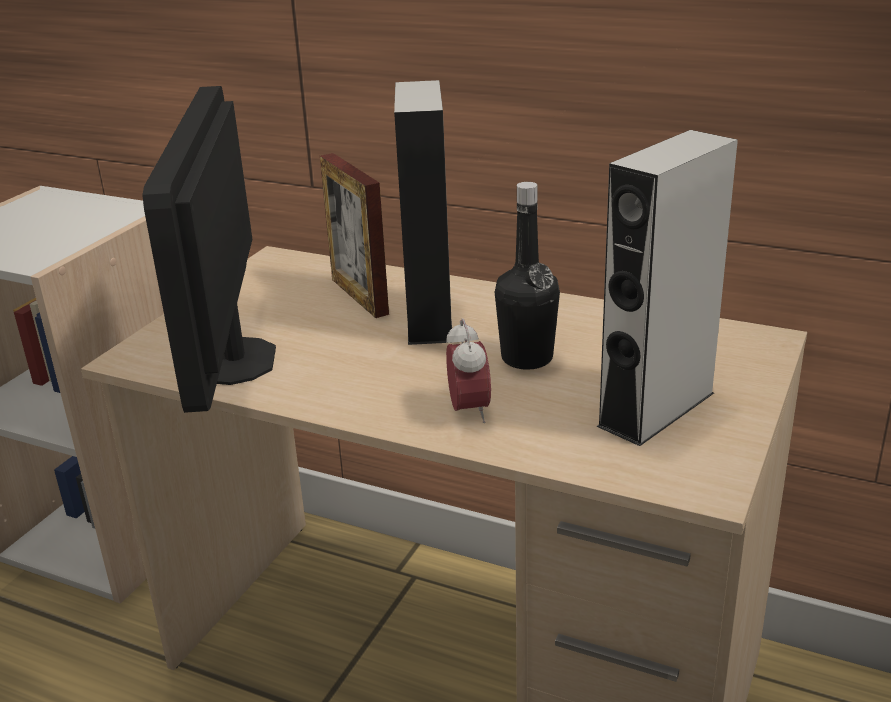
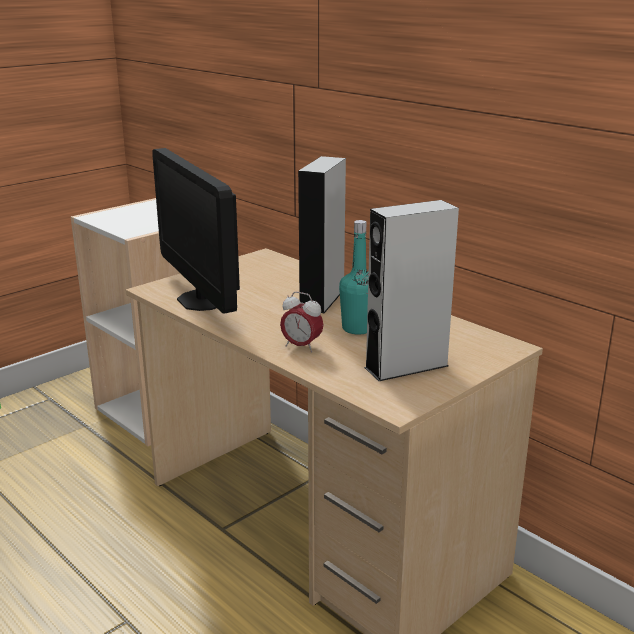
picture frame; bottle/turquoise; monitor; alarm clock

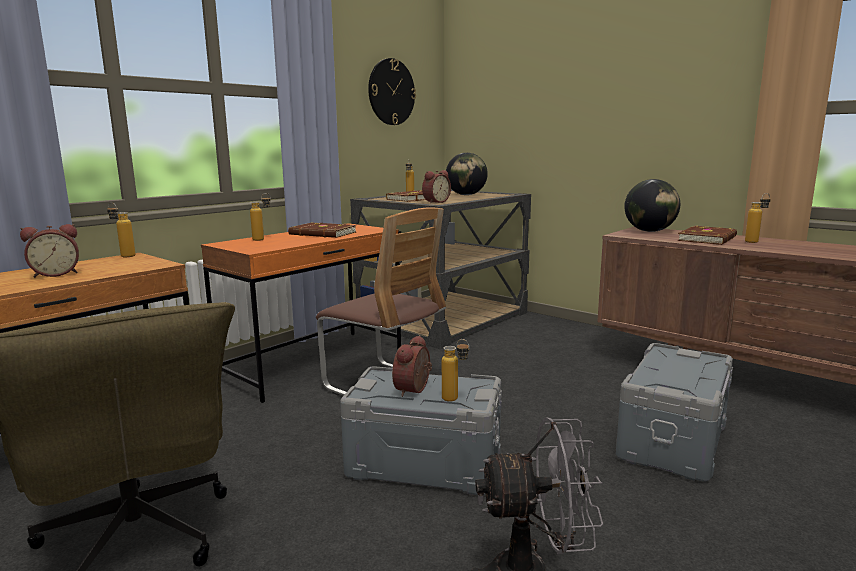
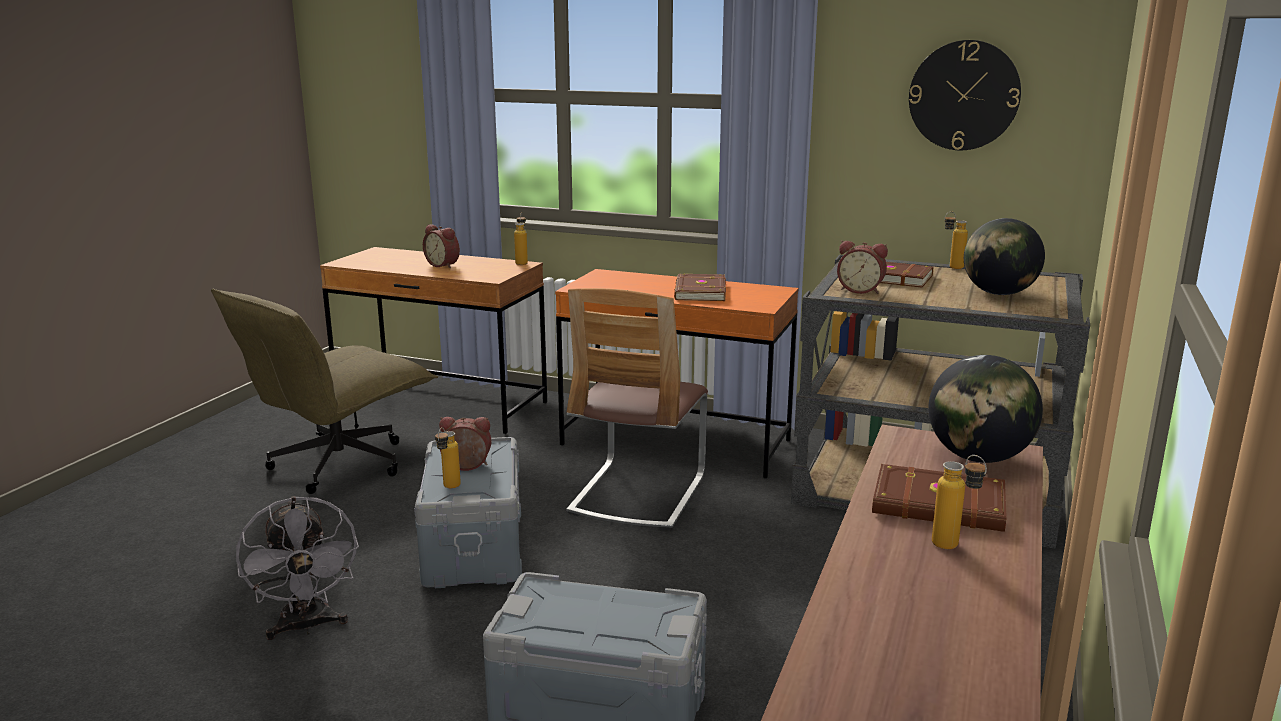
bottle (2nd from left in the first image)

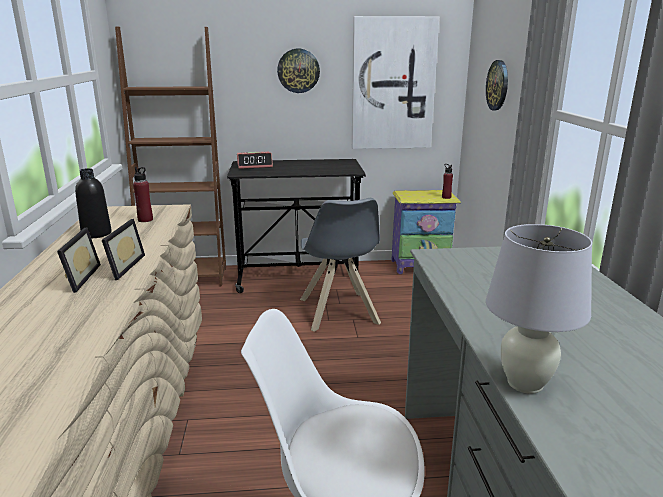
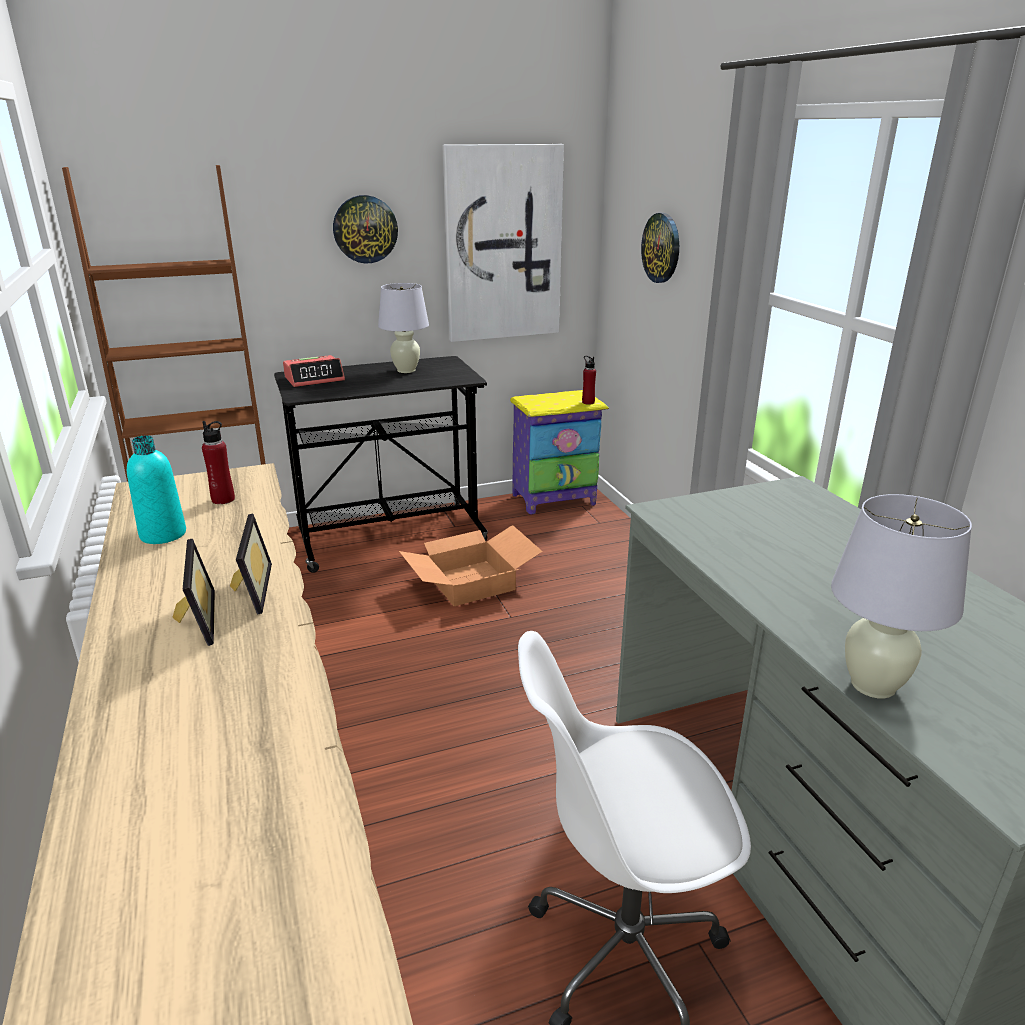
table lamp/white (1st from left); cardboard box; bottle/turquoise

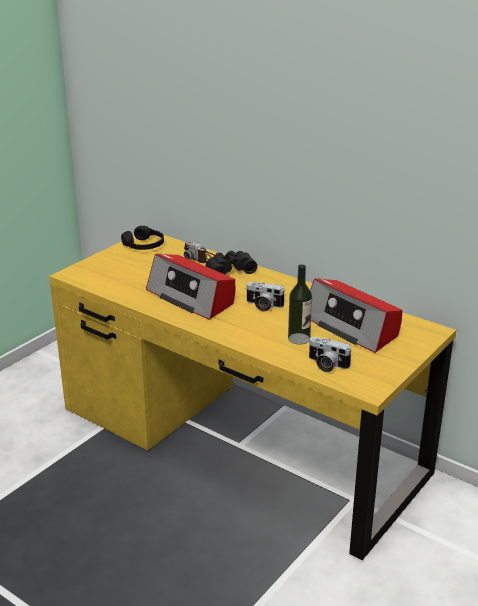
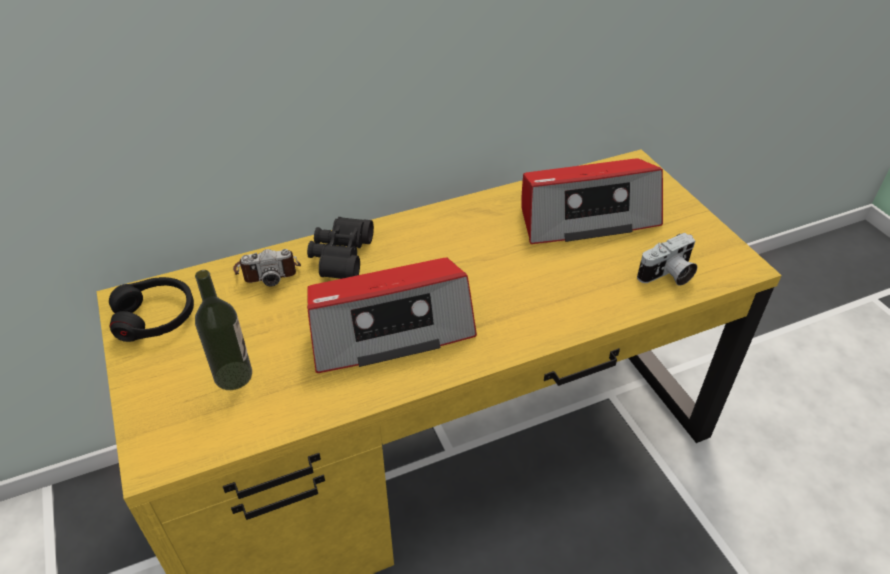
photo camera (2nd from left in the first image); bottle

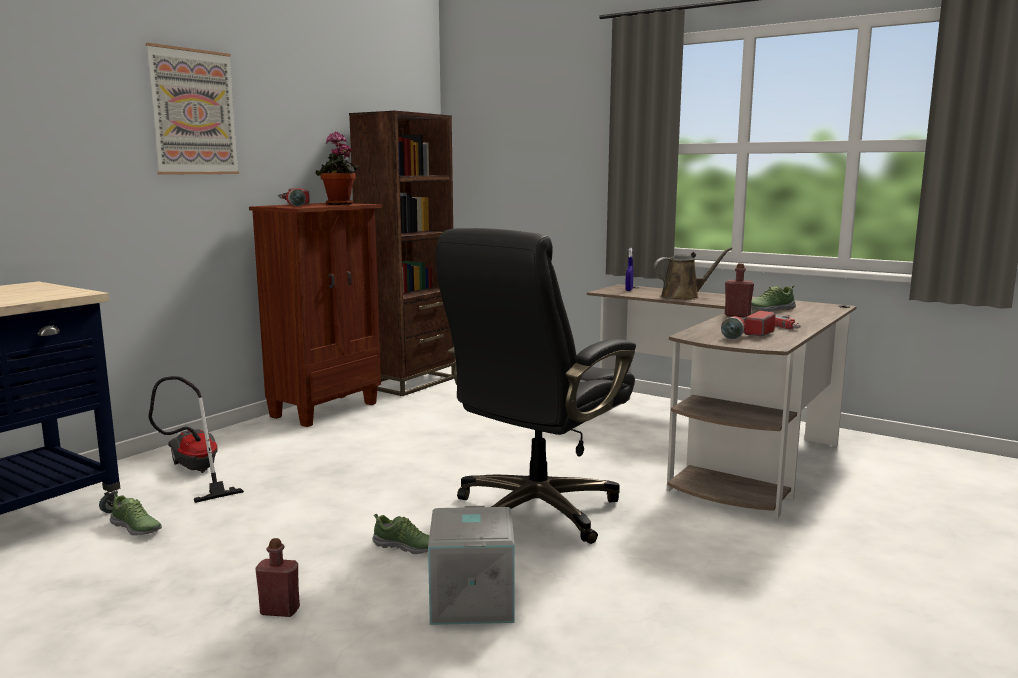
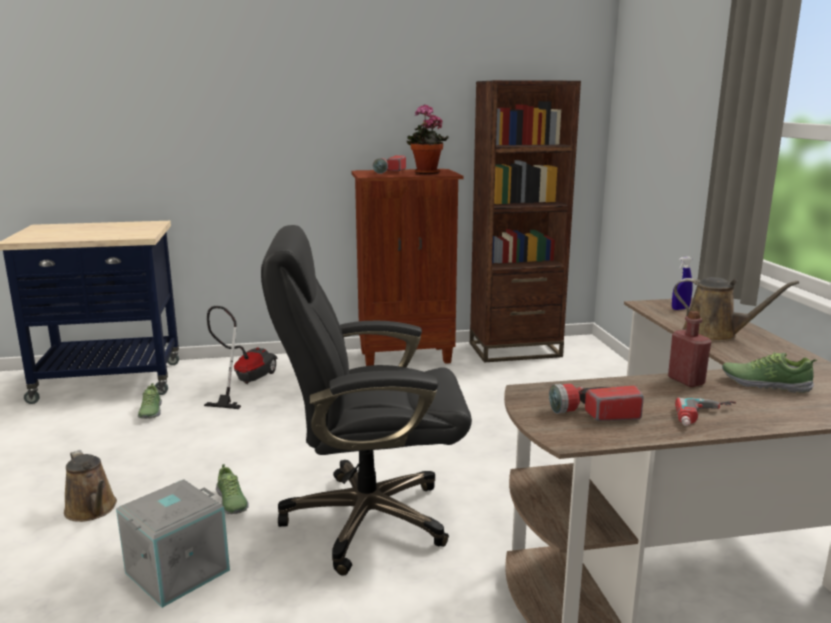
picture; watering can/brown (1st from left)

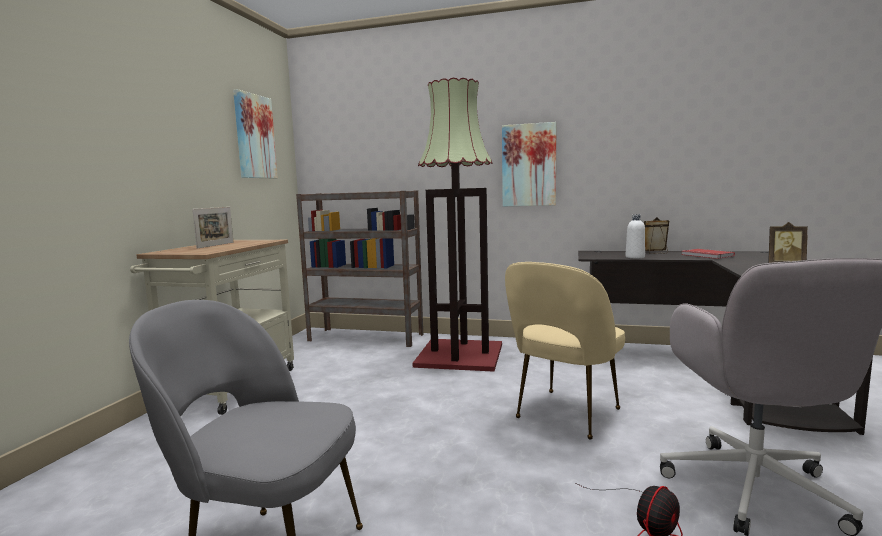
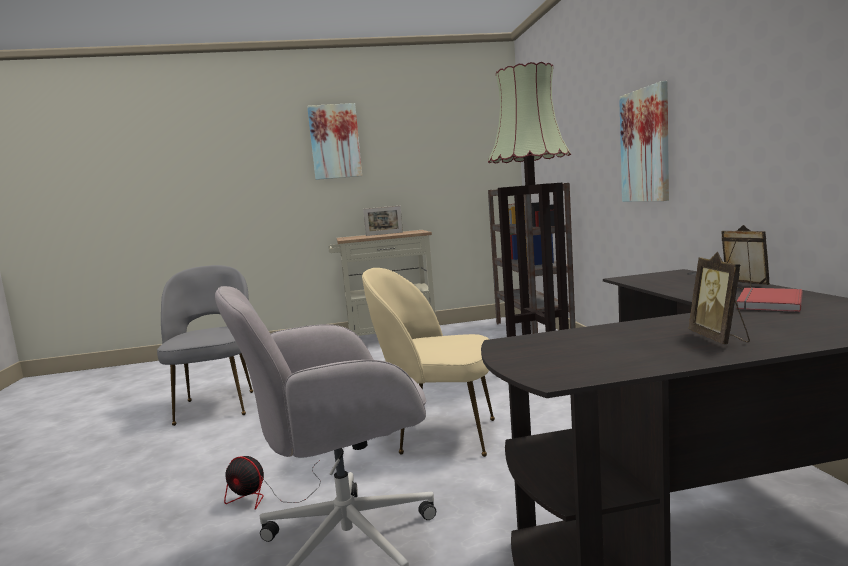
bottle/white; picture (1st from left)

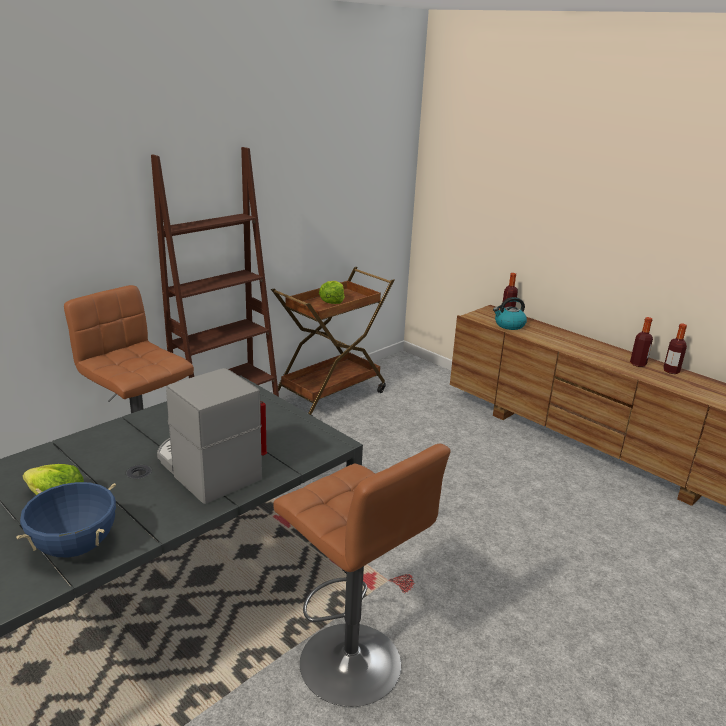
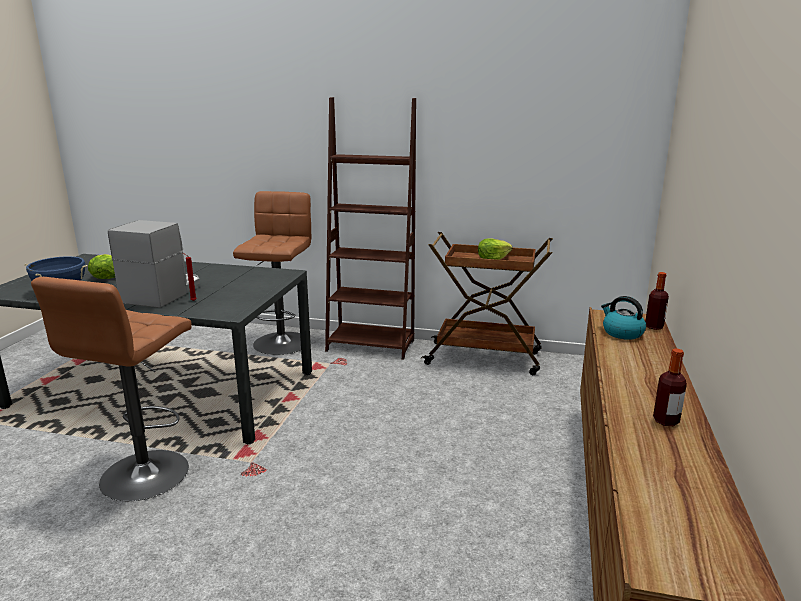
bottle (3rd from left in the first image)

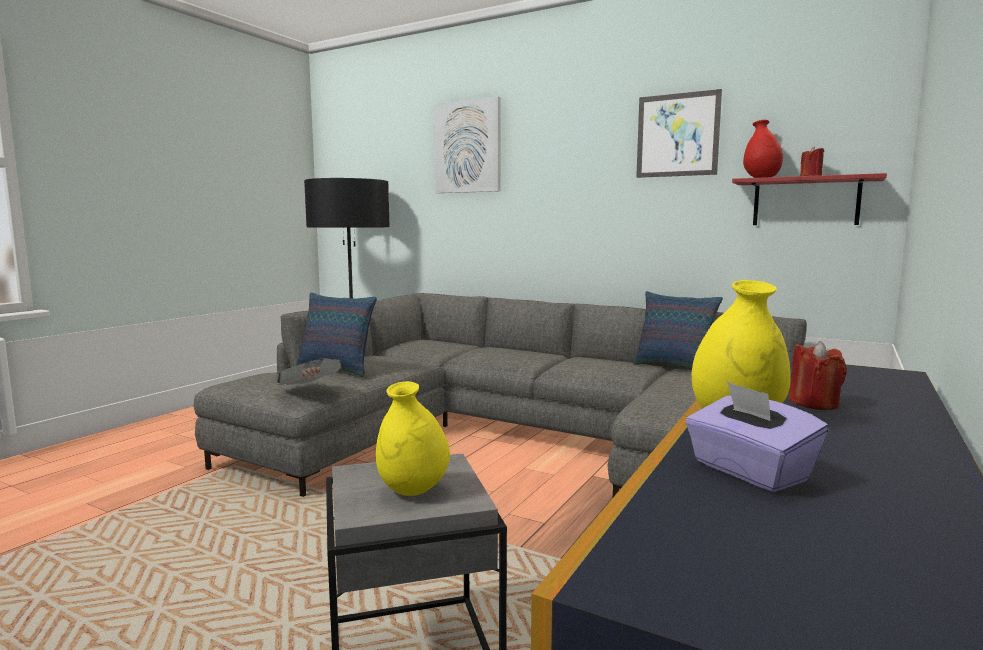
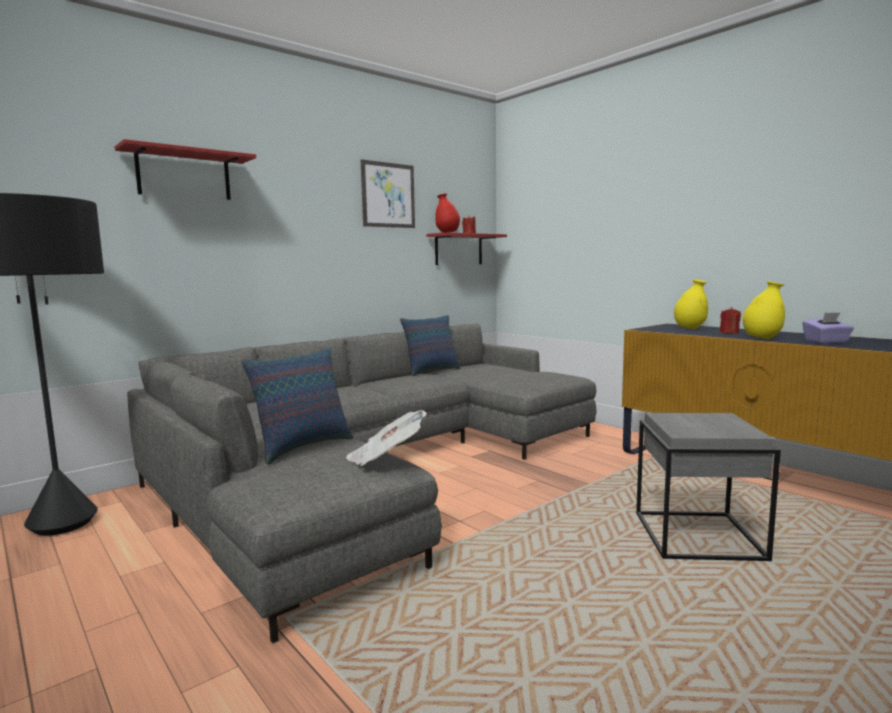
vase/yellow (1st from left); shelf/red (1st from left)

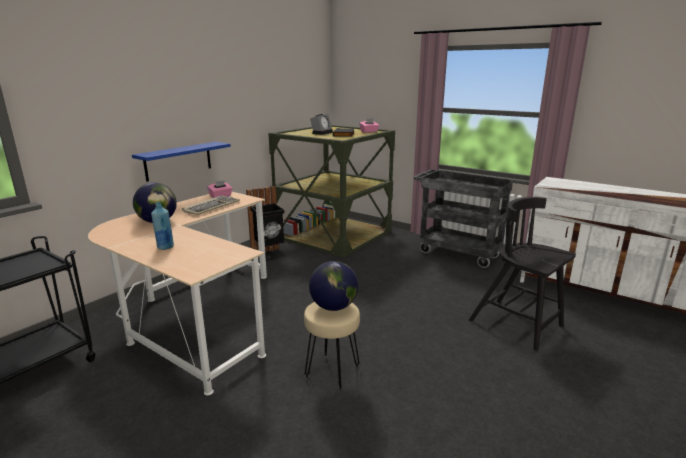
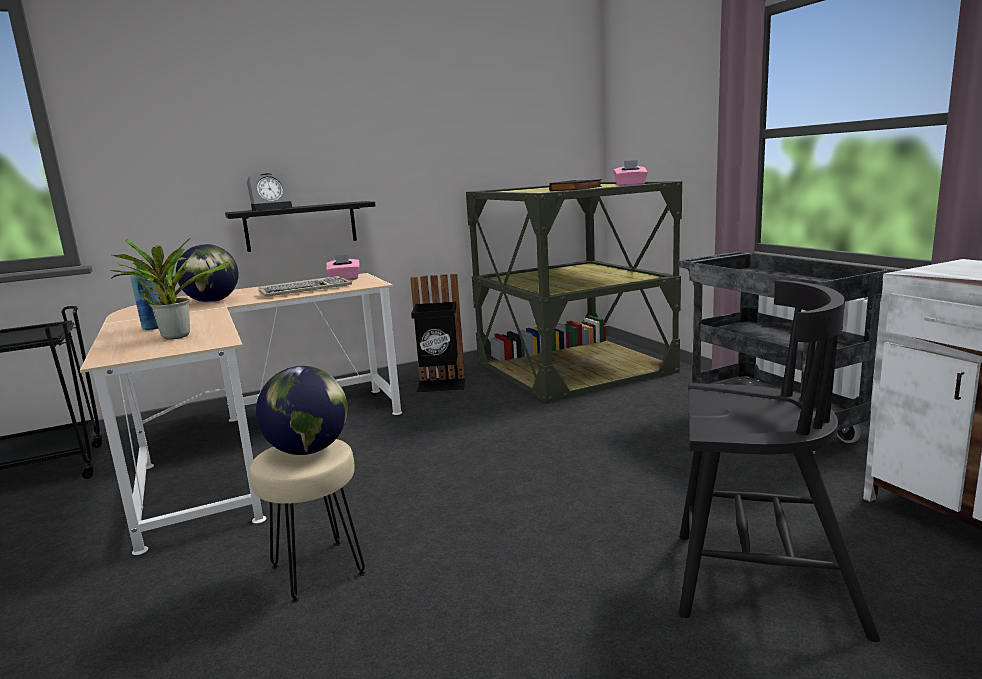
potted plant; alarm clock; shelf/black; chair/black

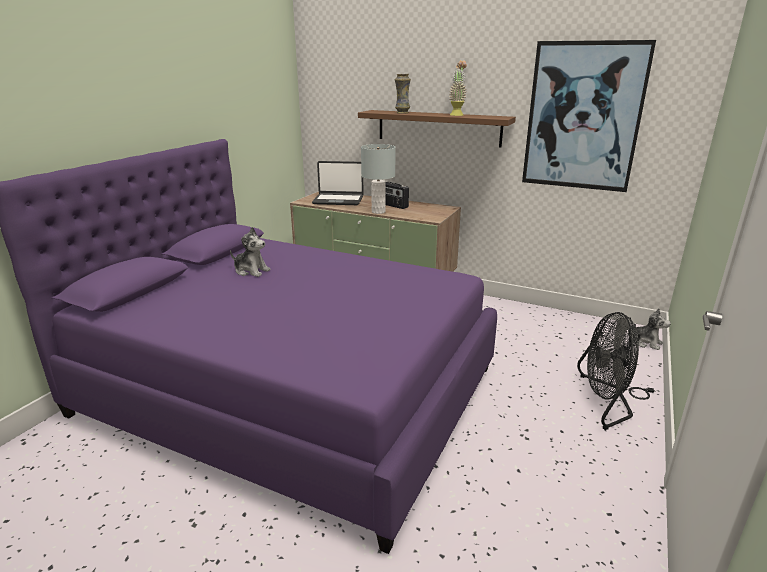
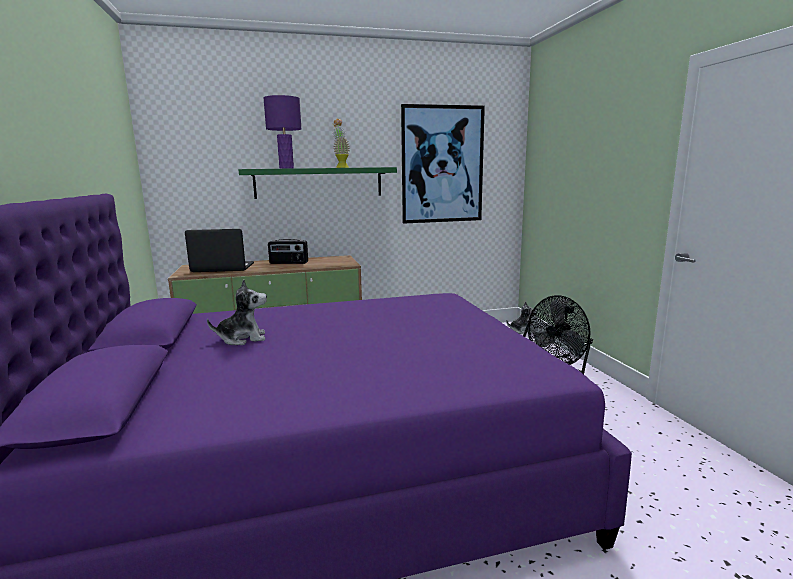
table lamp/grey; table lamp/purple; shelf/green; laptop

